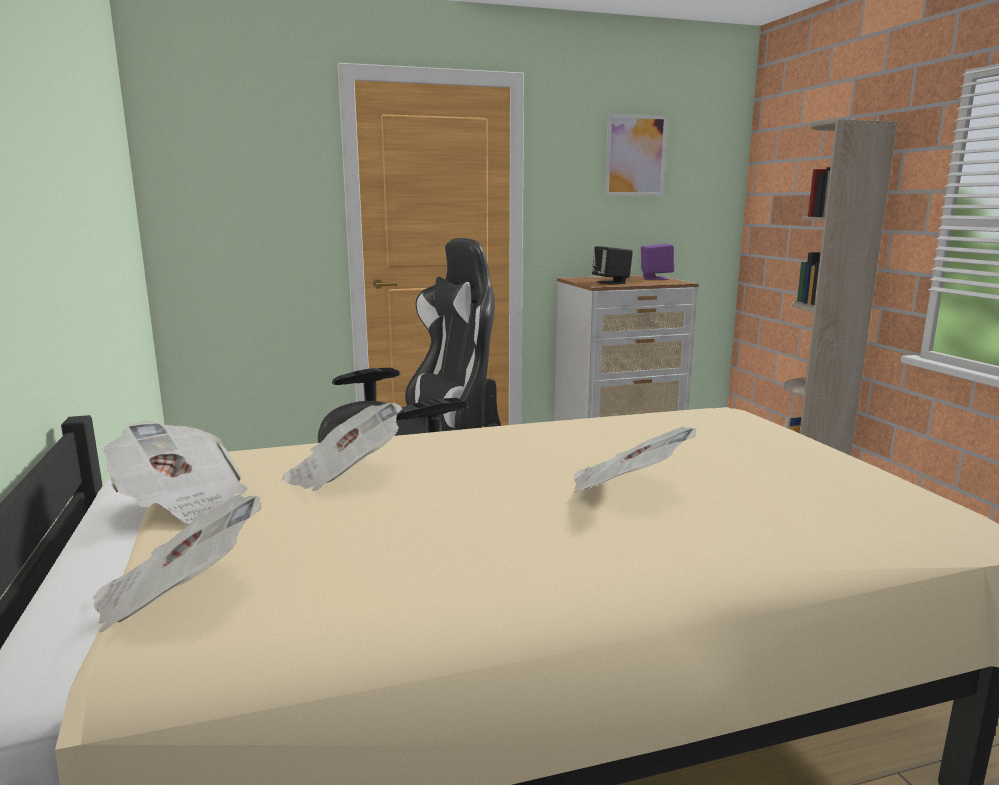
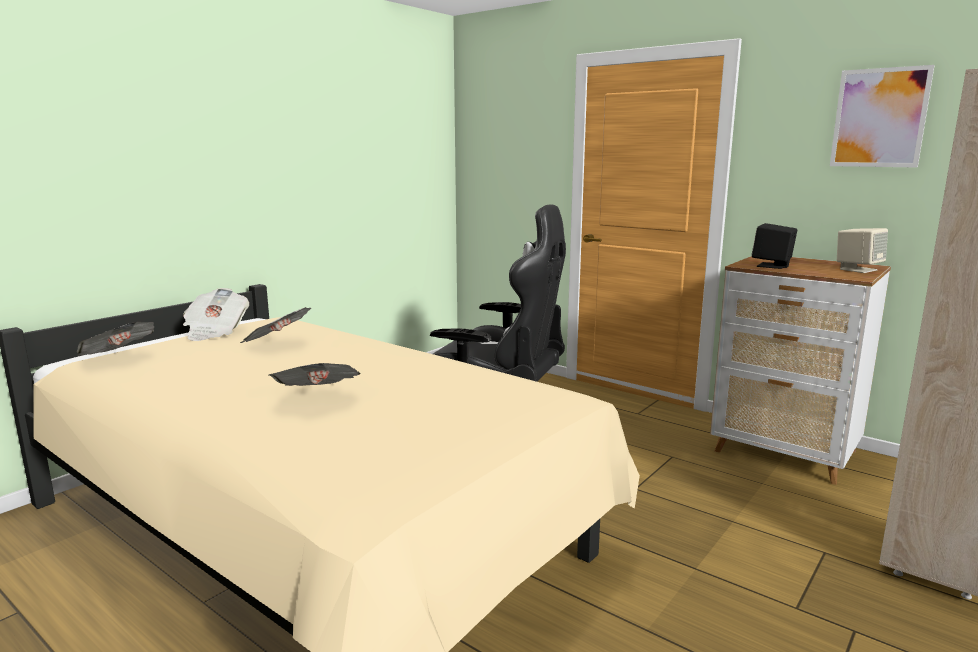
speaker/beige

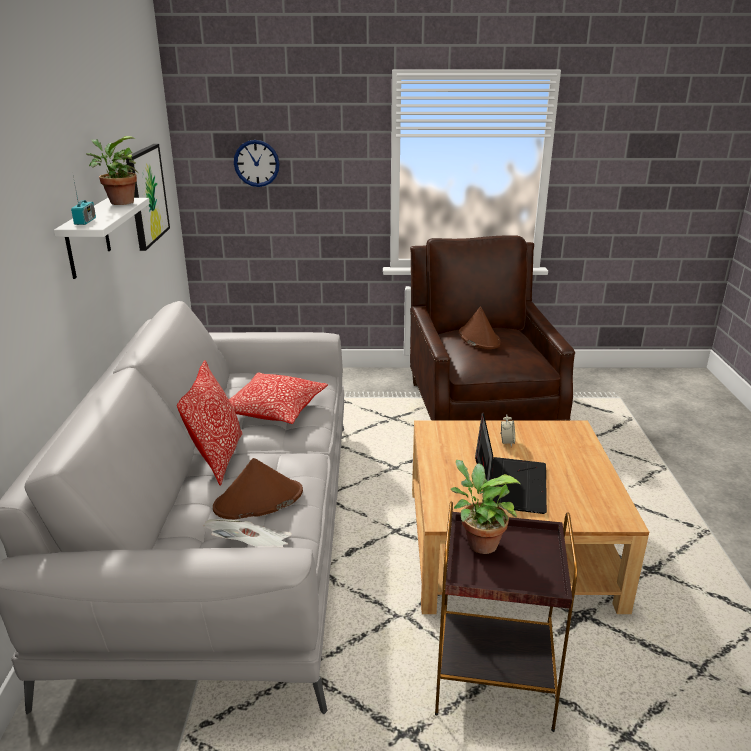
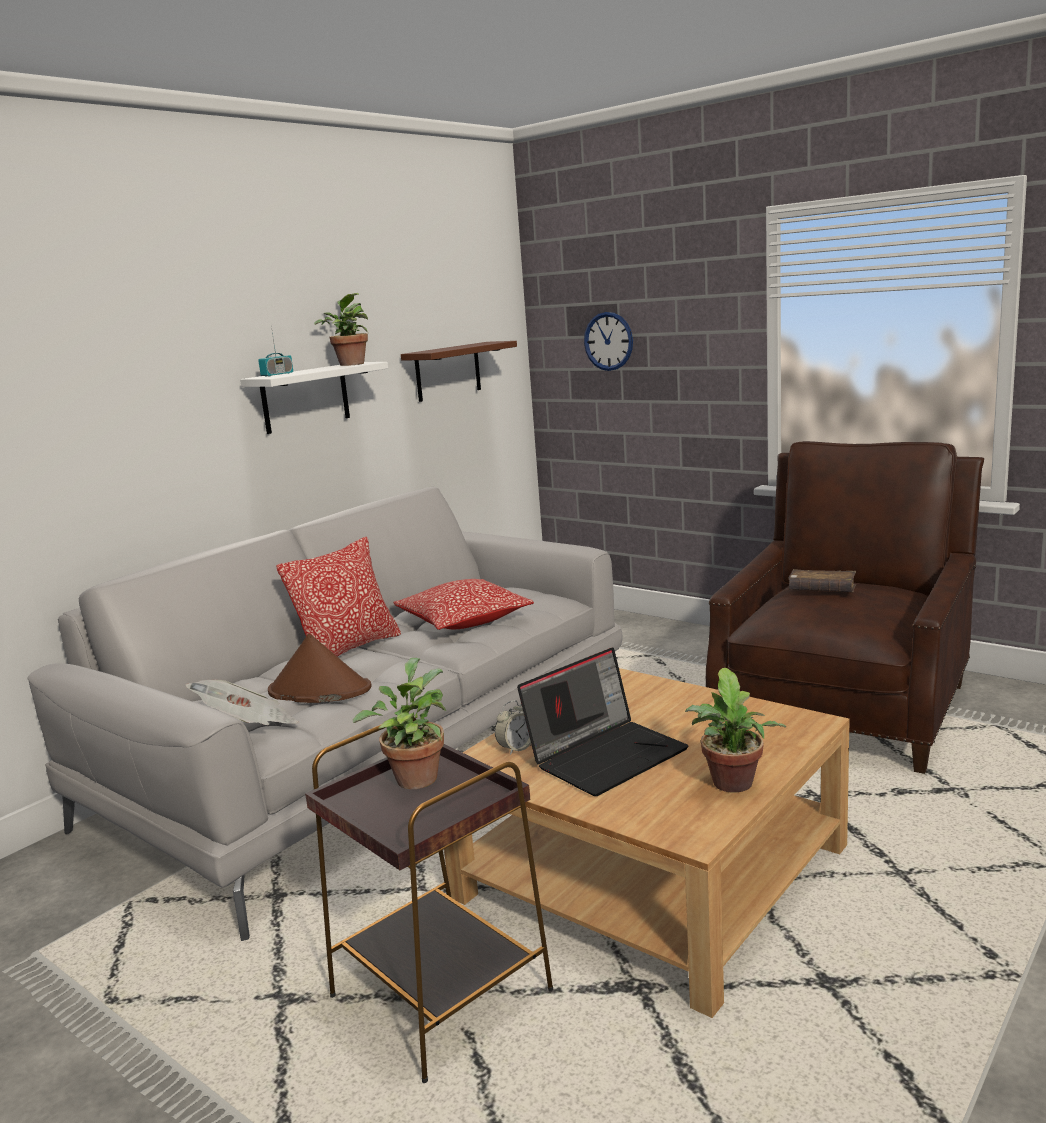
potted plant (3rd from left); alarm clock; shelf/brown; book/brown

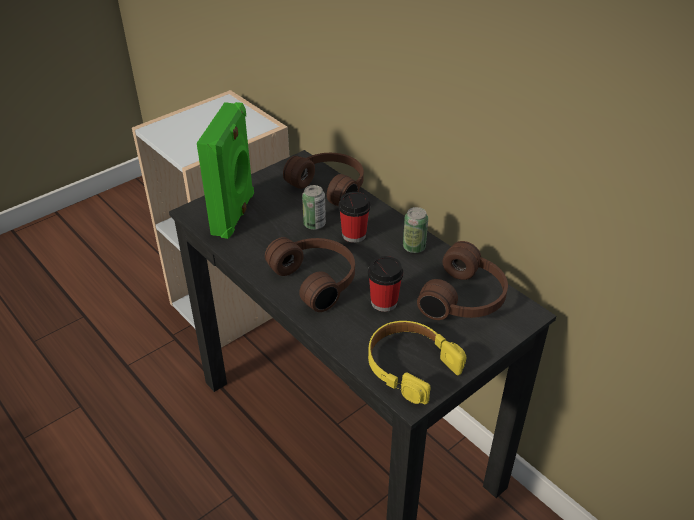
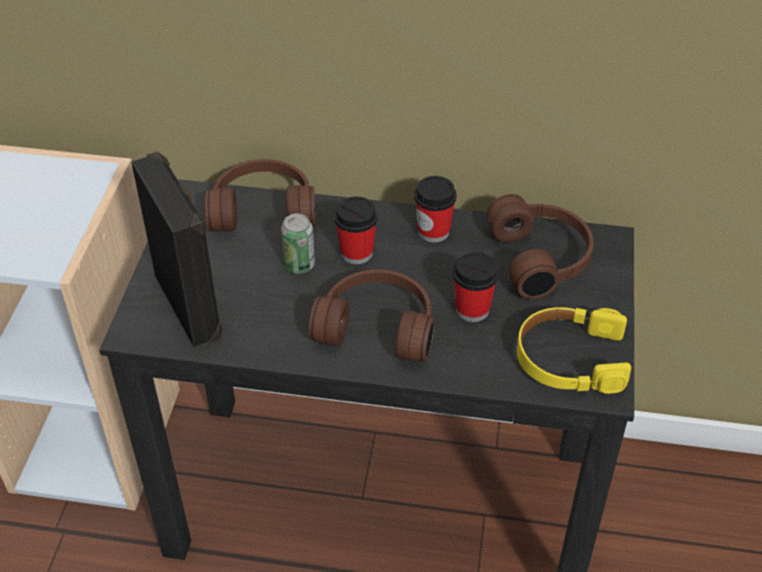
cup (2nd from left); speaker/black

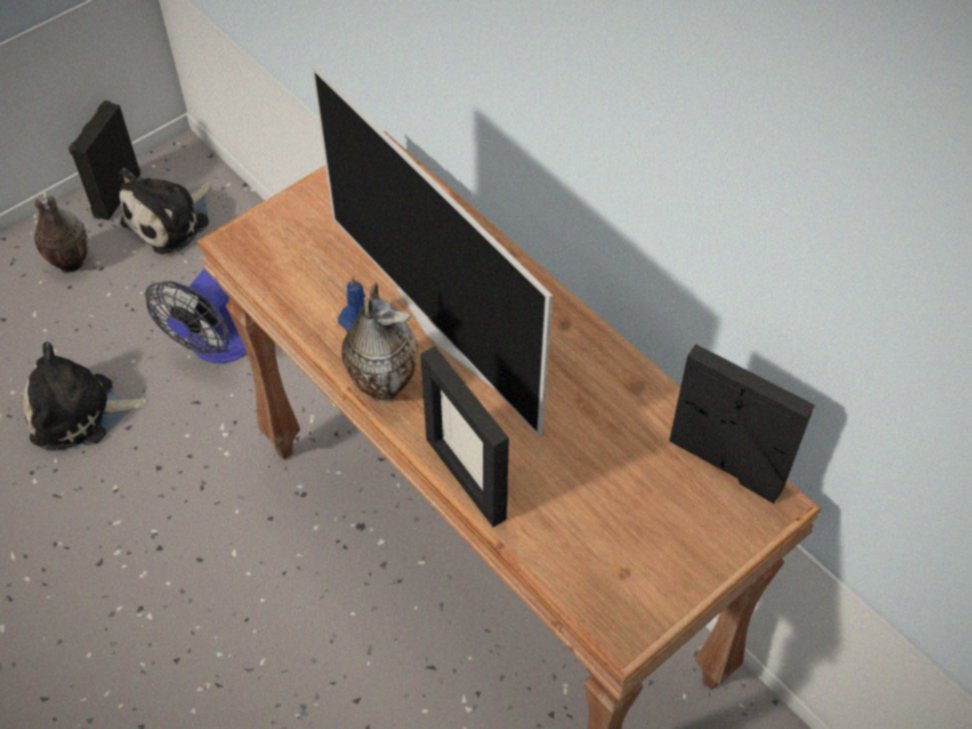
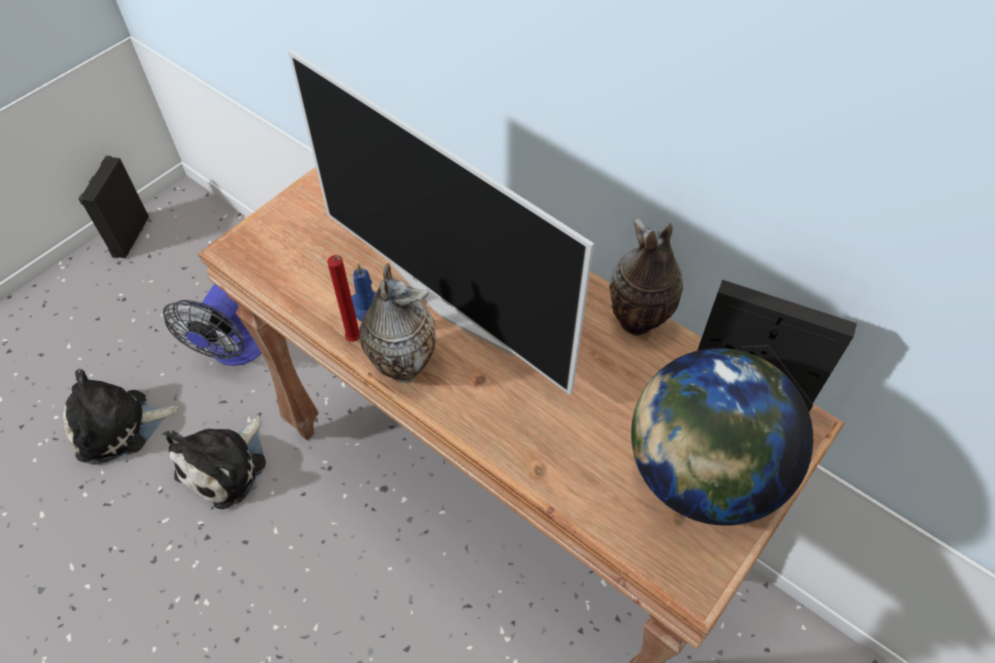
picture frame (1st from left in the first image); candle/red; globe; vase (2nd from left); plush toy (2nd from left)

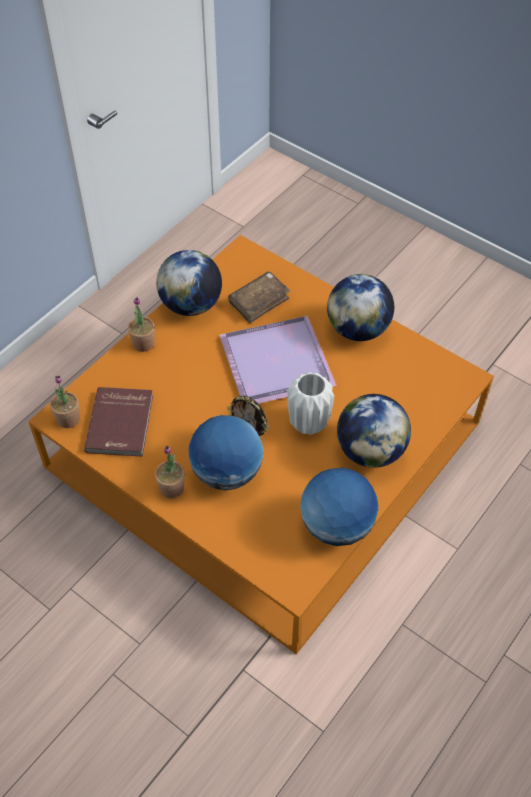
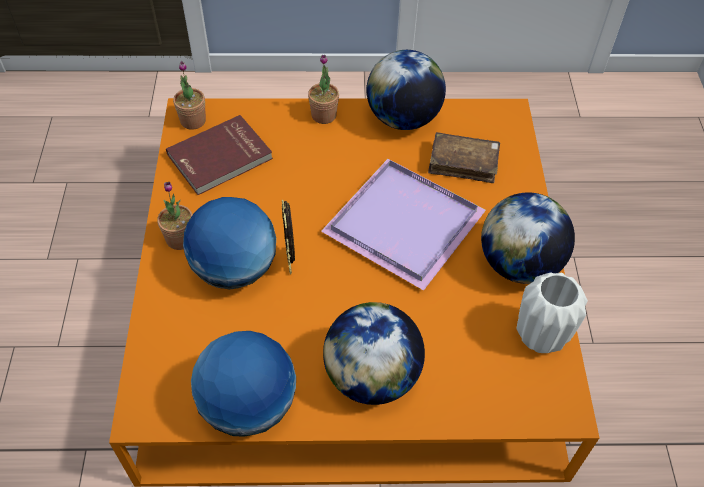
vase/white

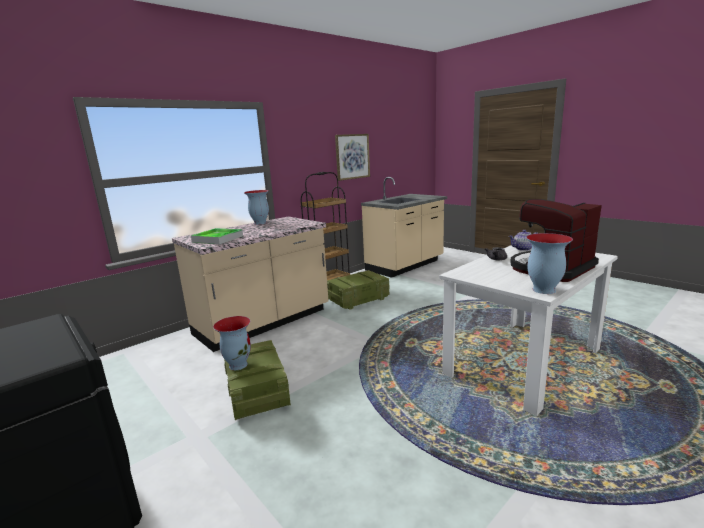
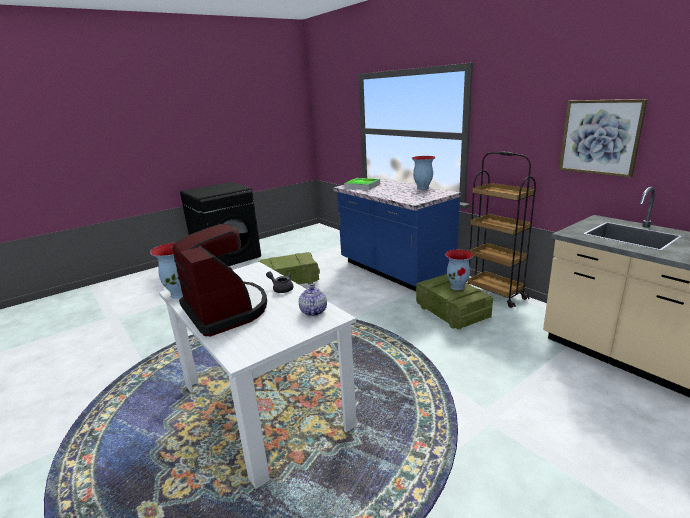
vase (3rd from left); counter/blue

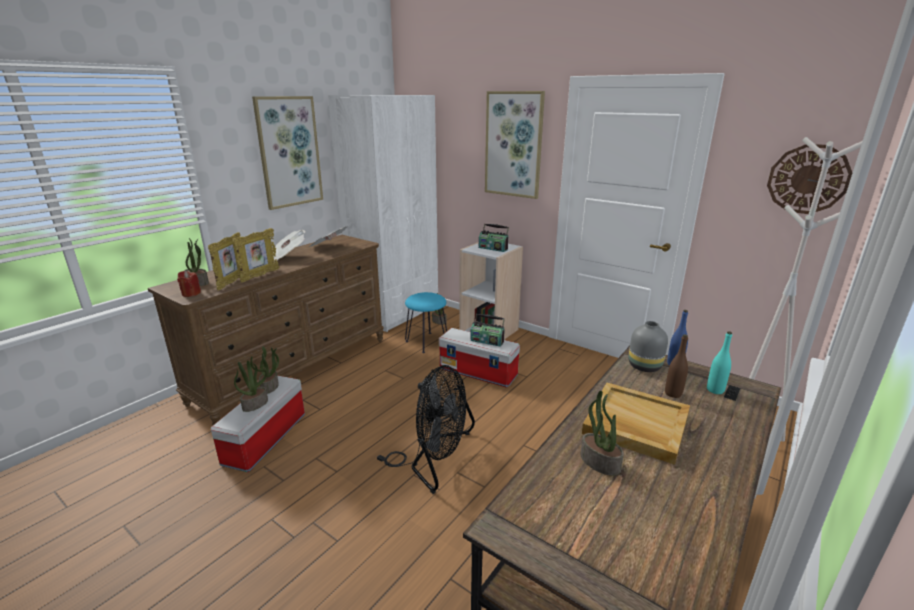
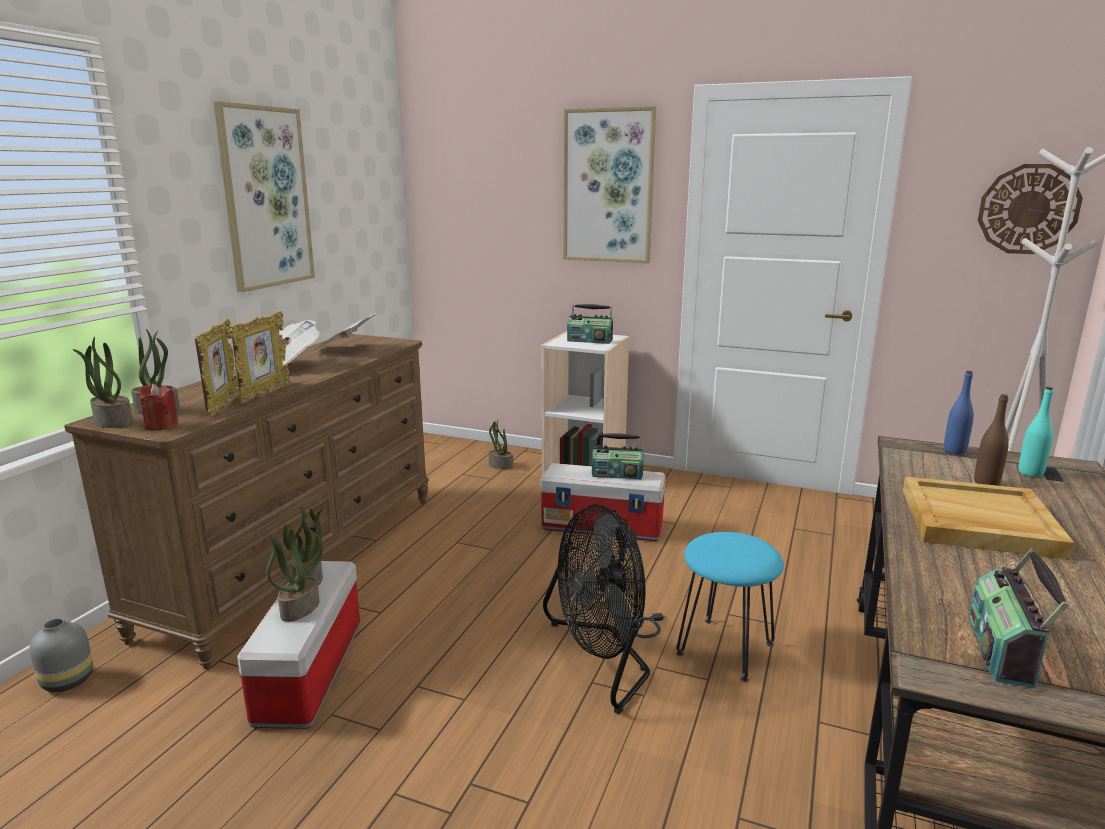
wardrobe/white; radio (3rd from left); stool/turquoise; potted plant (1st from left); vase/grey; fan/black

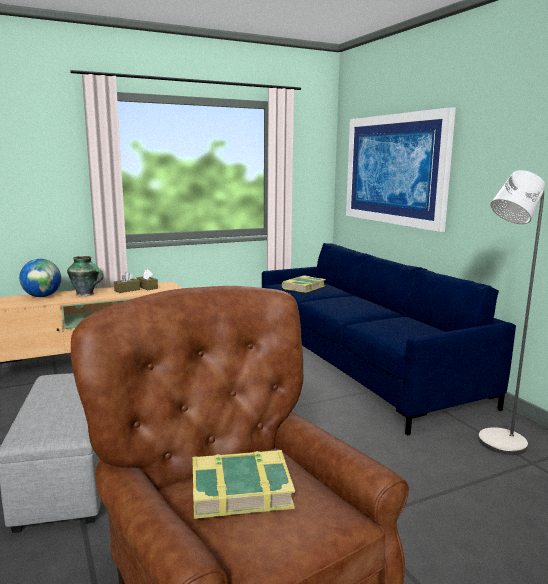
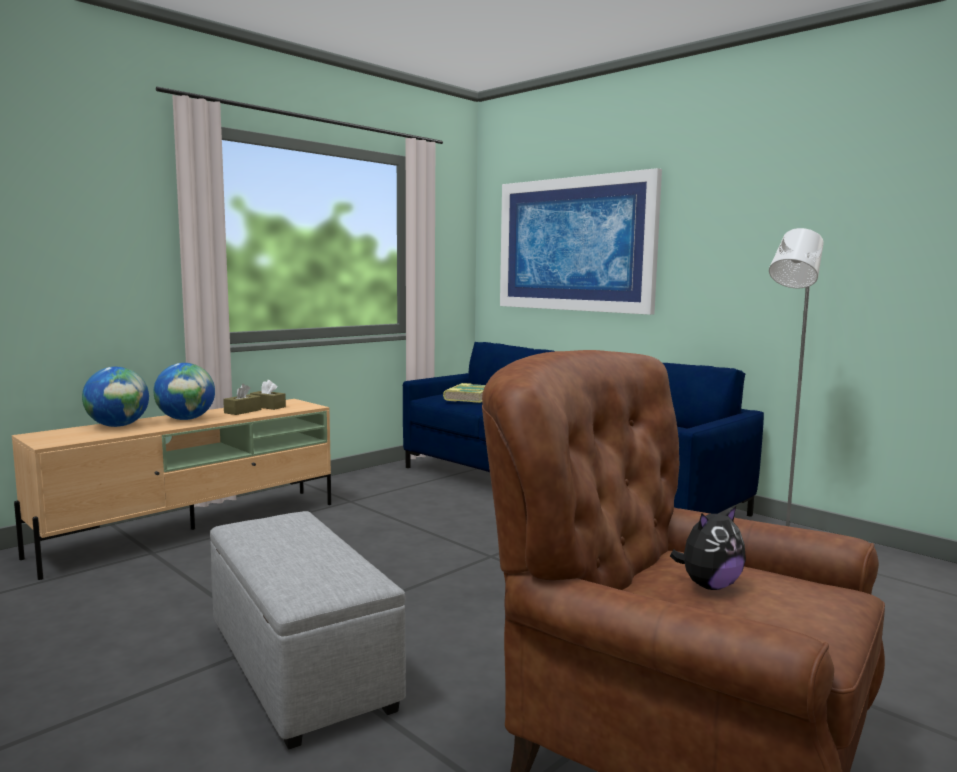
globe (2nd from left); plush toy

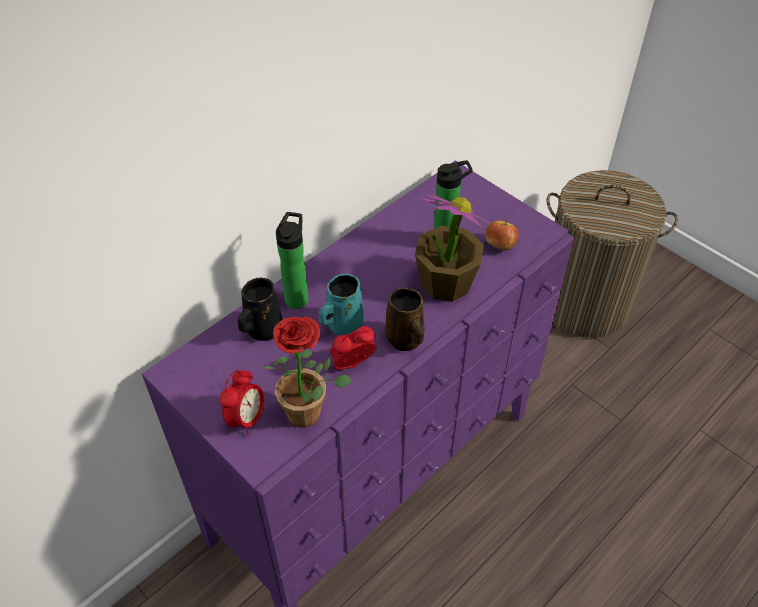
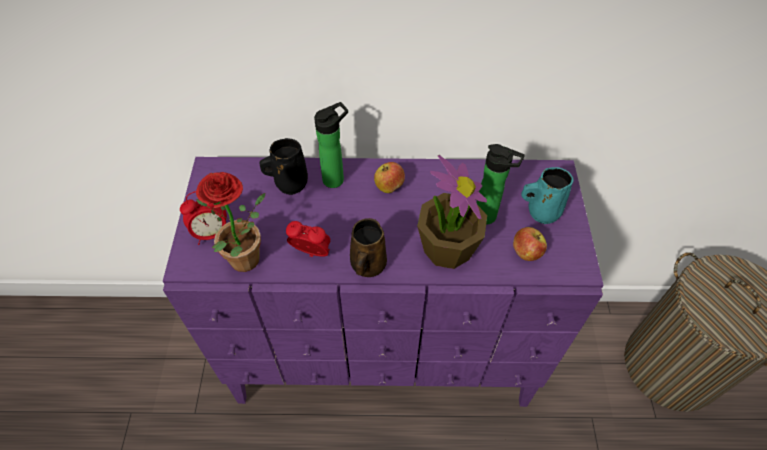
apple (1st from left); mug/turquoise

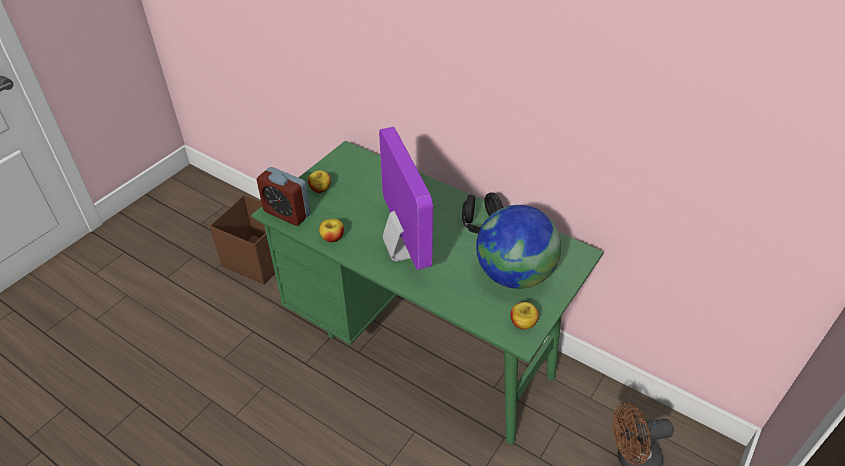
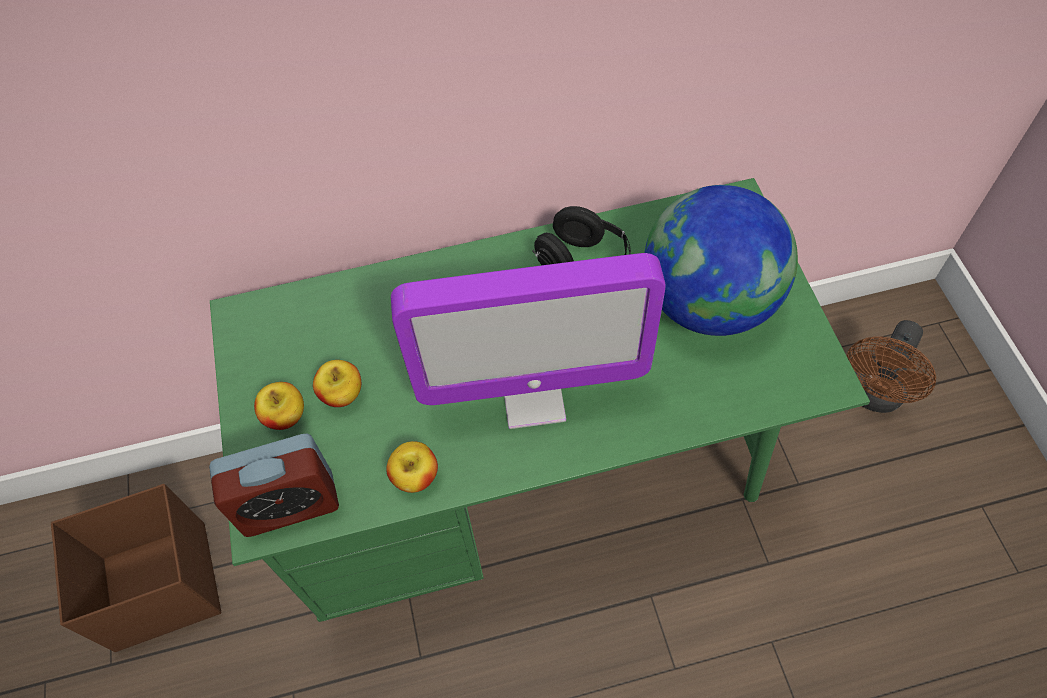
apple (2nd from left); monitor

